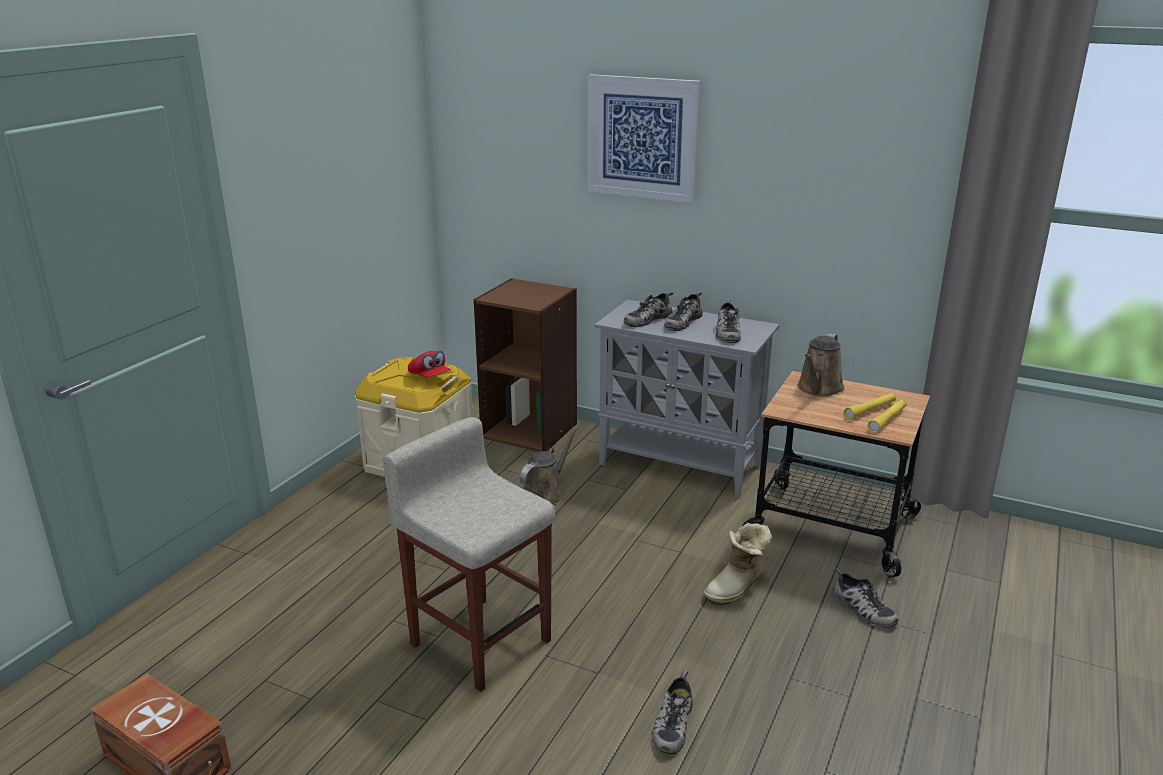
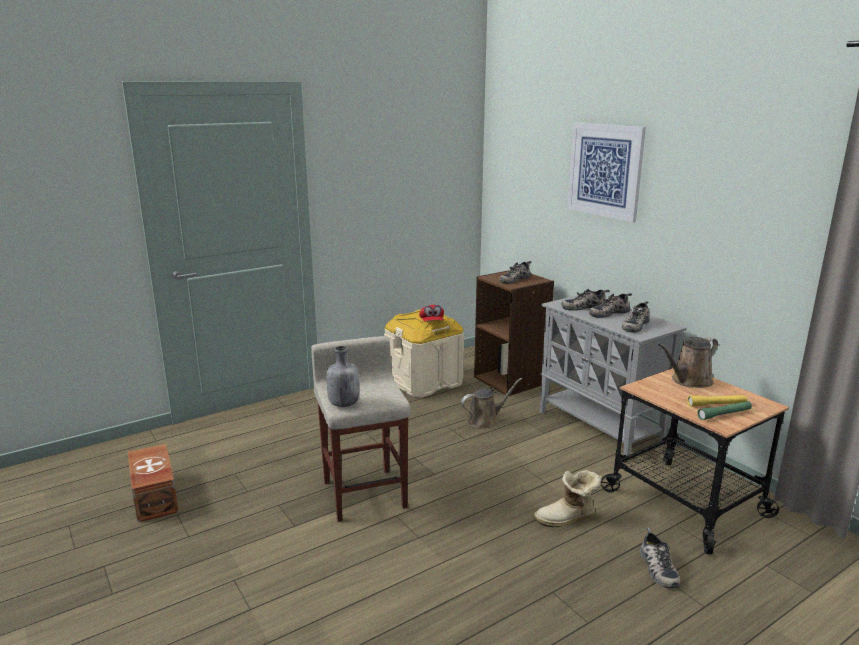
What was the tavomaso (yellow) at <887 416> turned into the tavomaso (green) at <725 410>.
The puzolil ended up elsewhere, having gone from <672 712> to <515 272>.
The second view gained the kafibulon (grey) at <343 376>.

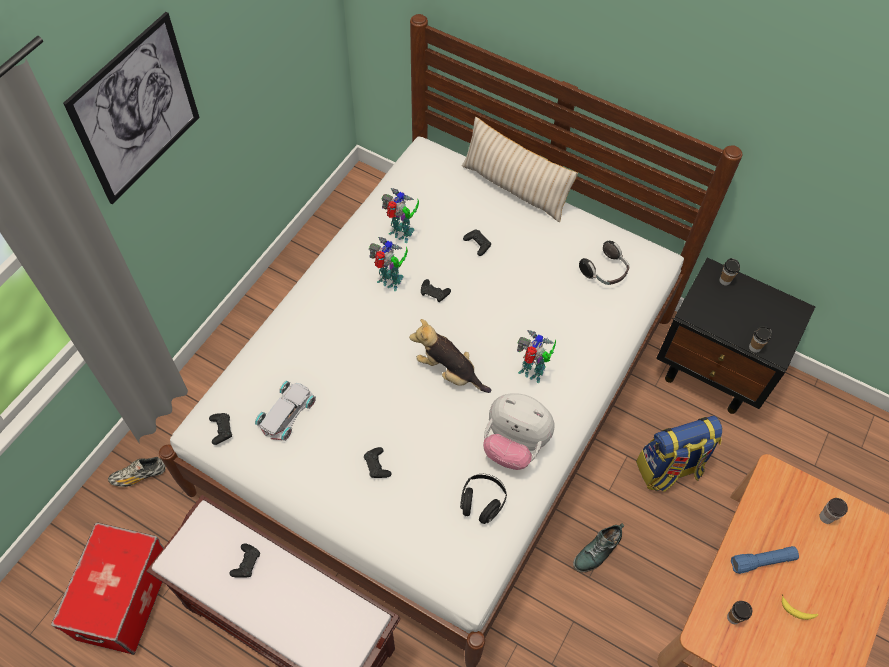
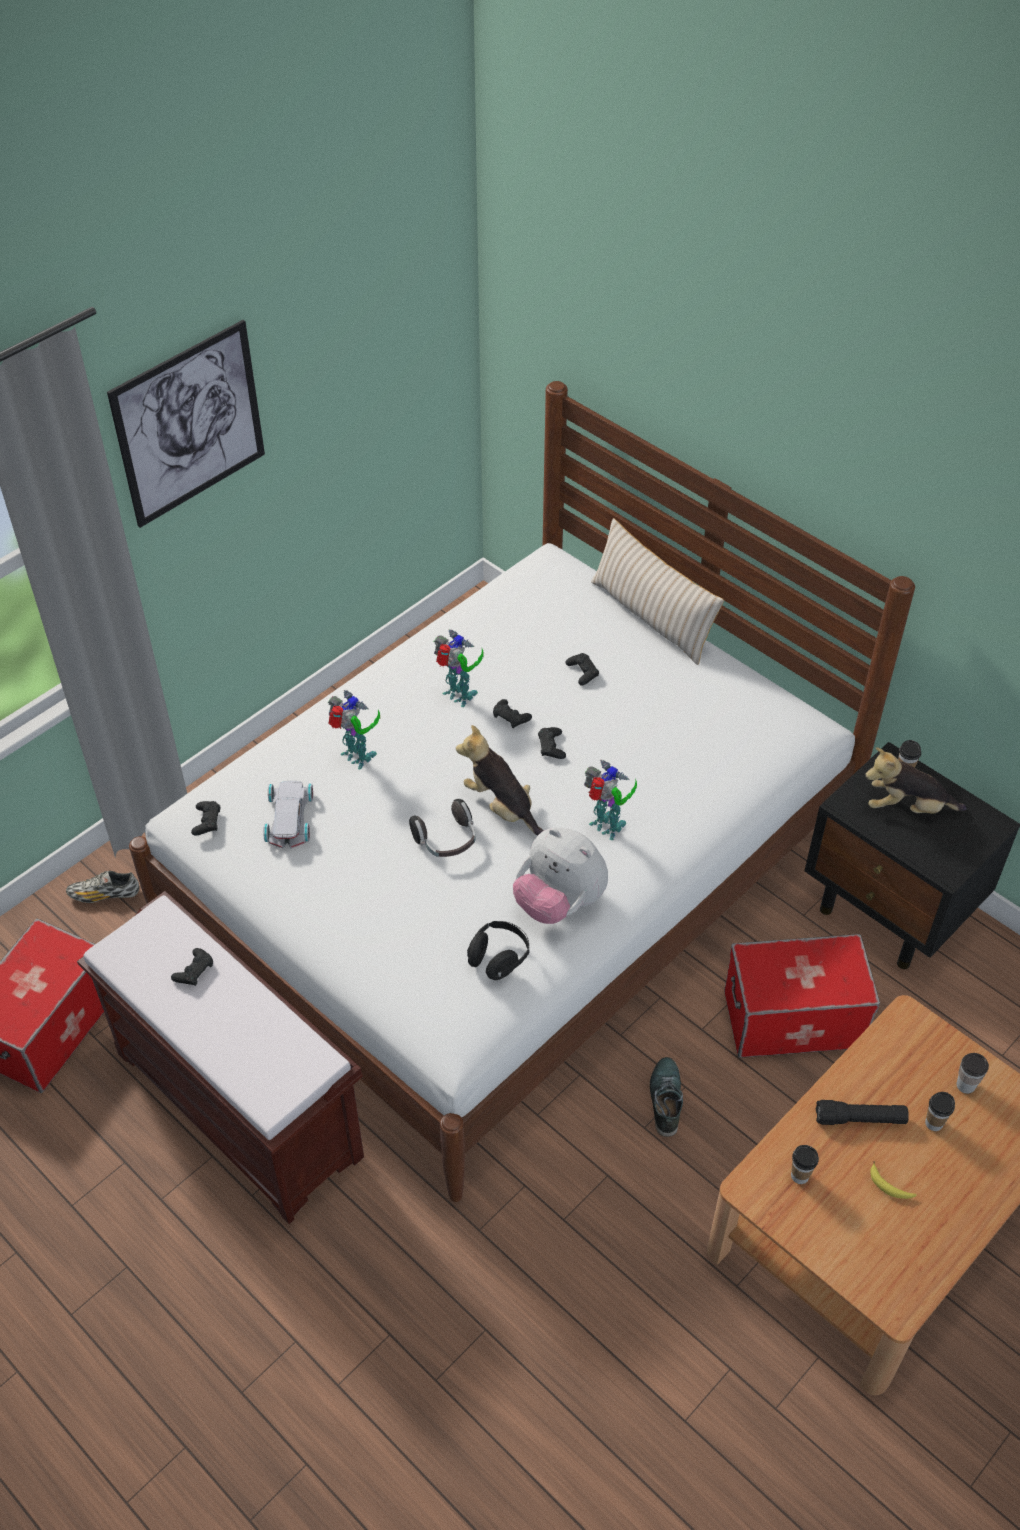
The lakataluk ended up elsewhere, having gone from <400 215> to <354 730>.
The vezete ended up elsewhere, having gone from <604 263> to <442 828>.
The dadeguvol ended up elsewhere, having gone from <760 339> to <940 1111>.
The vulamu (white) at <285 411> ended up facing another way, 45 degrees counterclockwise from before.
Where the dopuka stood at <679 454>, the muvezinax came to stand at <802 996>.
The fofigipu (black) ended up elsewhere, having gone from <377 462> to <552 743>.
The puzolil at <598 547> ended up facing another way, 120 degrees clockwise from before.
What was the tavomaso (blue) at <765 560> turned into the tavomaso (black) at <862 1112>.
The second view gained the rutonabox at <915 781>.

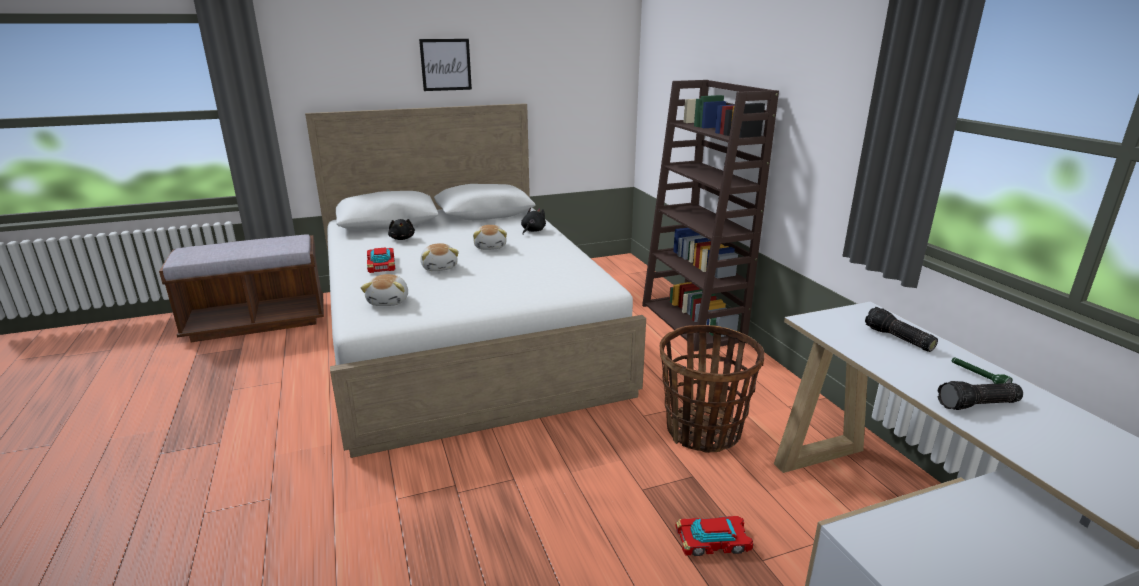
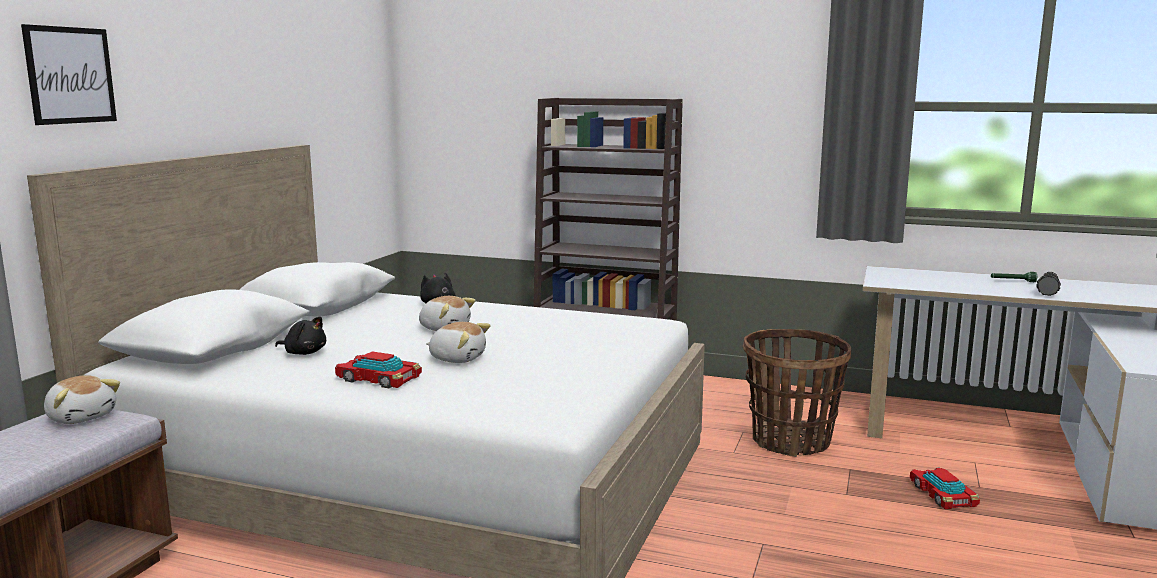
The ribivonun ended up elsewhere, having gone from <445 65> to <69 74>.
The rutonabox ended up elsewhere, having gone from <384 290> to <82 399>.
The second view lost the tavomaso at <901 329>.
The vulamu at <715 536> ended up facing another way, 45 degrees counterclockwise from before.

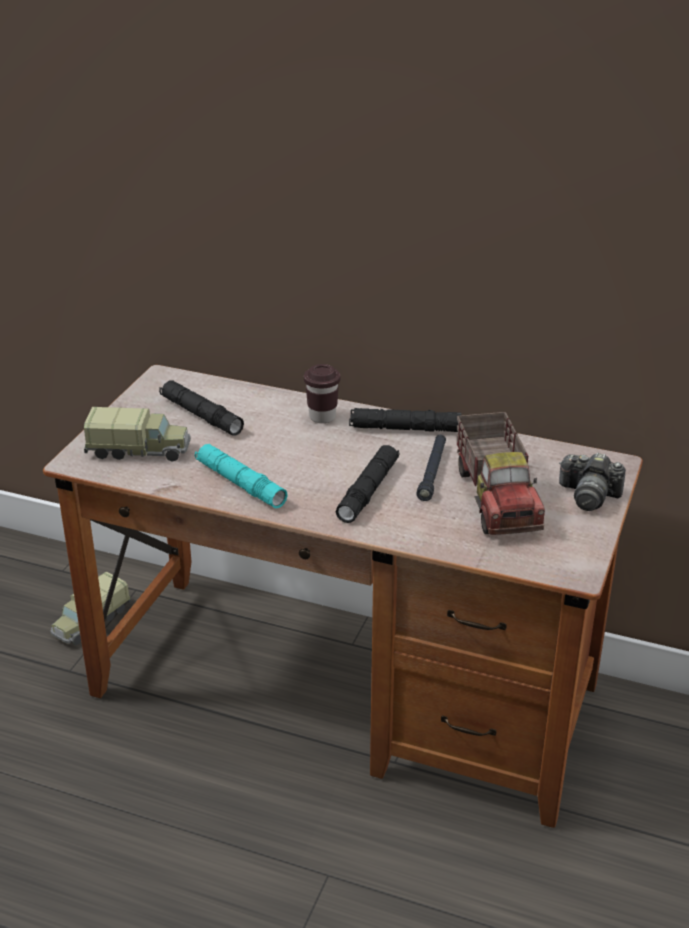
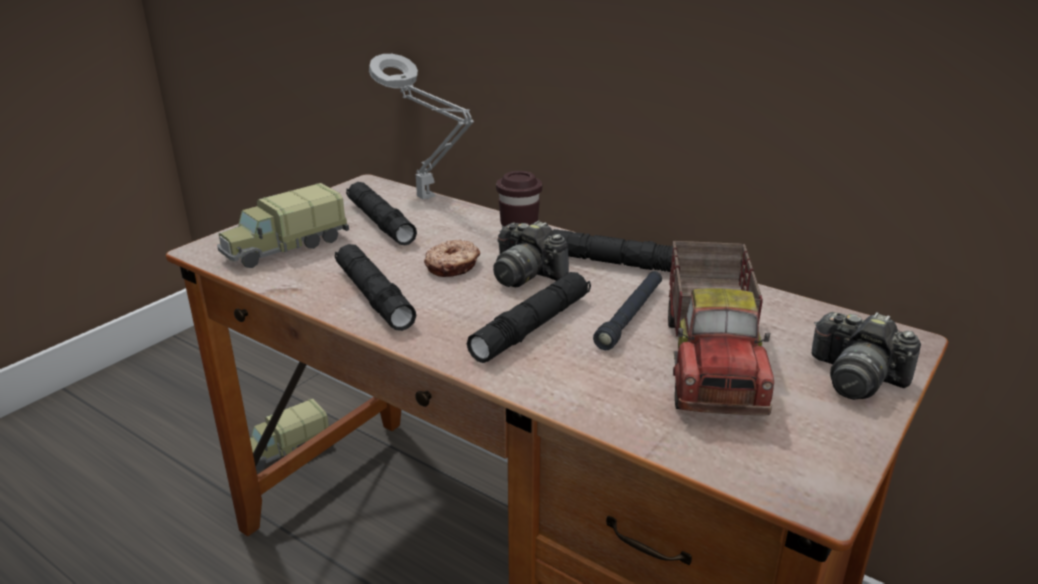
The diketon at <137 434> ended up facing another way, 120 degrees clockwise from before.
What was the tavomaso (turquoise) at <241 476> turned into the tavomaso (black) at <375 287>.
The second view gained the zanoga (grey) at <421 126>.
The second view gained the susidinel at <531 254>.
The second view gained the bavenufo at <452 258>.

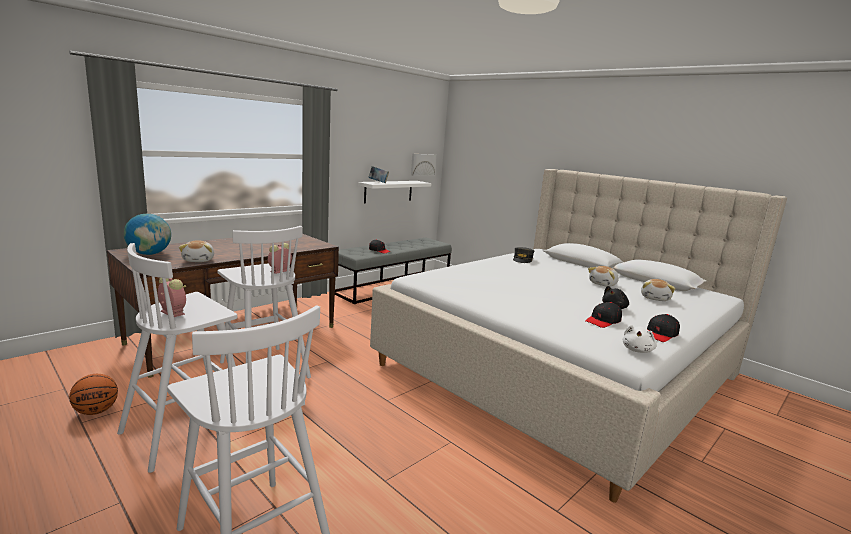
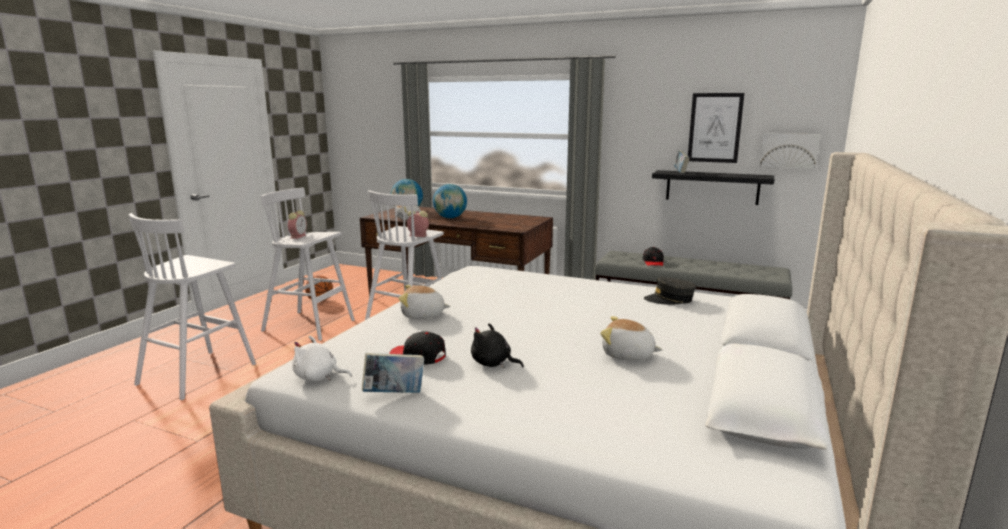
What was the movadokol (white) at <394 192> turned into the movadokol (black) at <713 187>.
The rutonabox ended up elsewhere, having gone from <658 290> to <424 302>.
Where the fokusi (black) stood at <663 328>, the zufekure came to stand at <393 373>.
The second view gained the ribivonun at <716 128>.
The second view gained the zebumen at <450 201>.

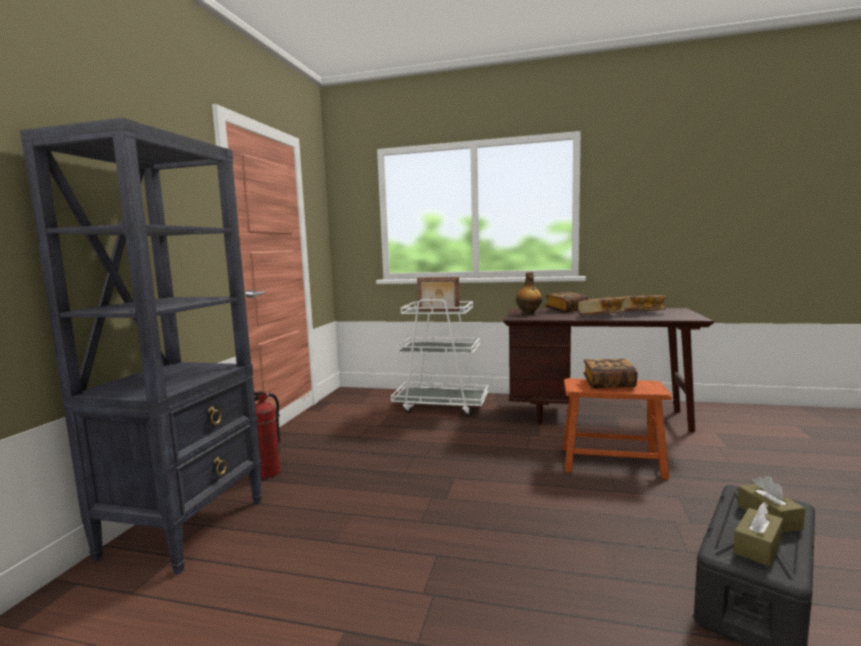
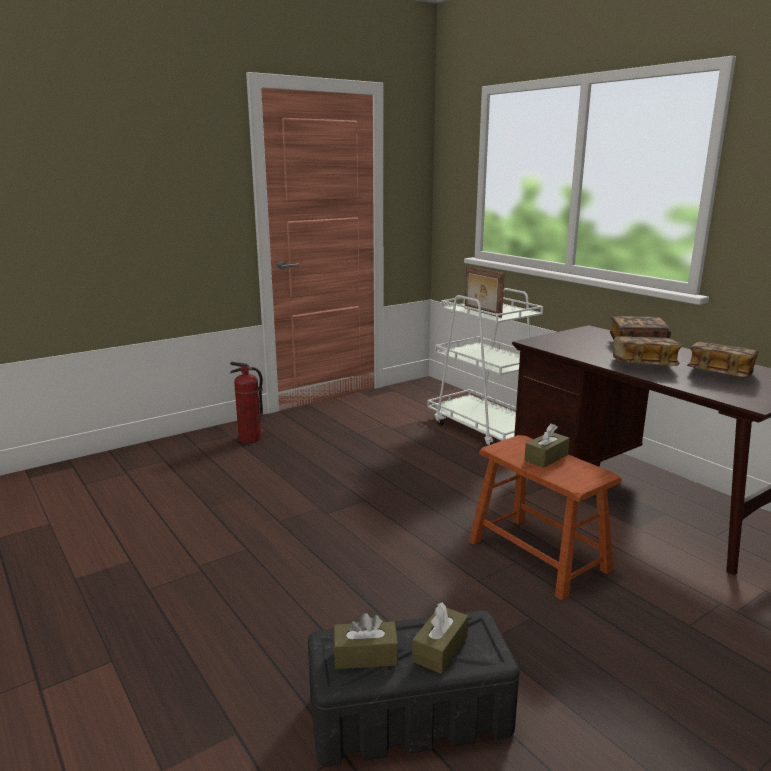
The second view lost the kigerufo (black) at <141 345>.
The second view lost the kafibulon at <529 293>.
Where the zufekure stood at <611 373>, the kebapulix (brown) came to stand at <547 446>.

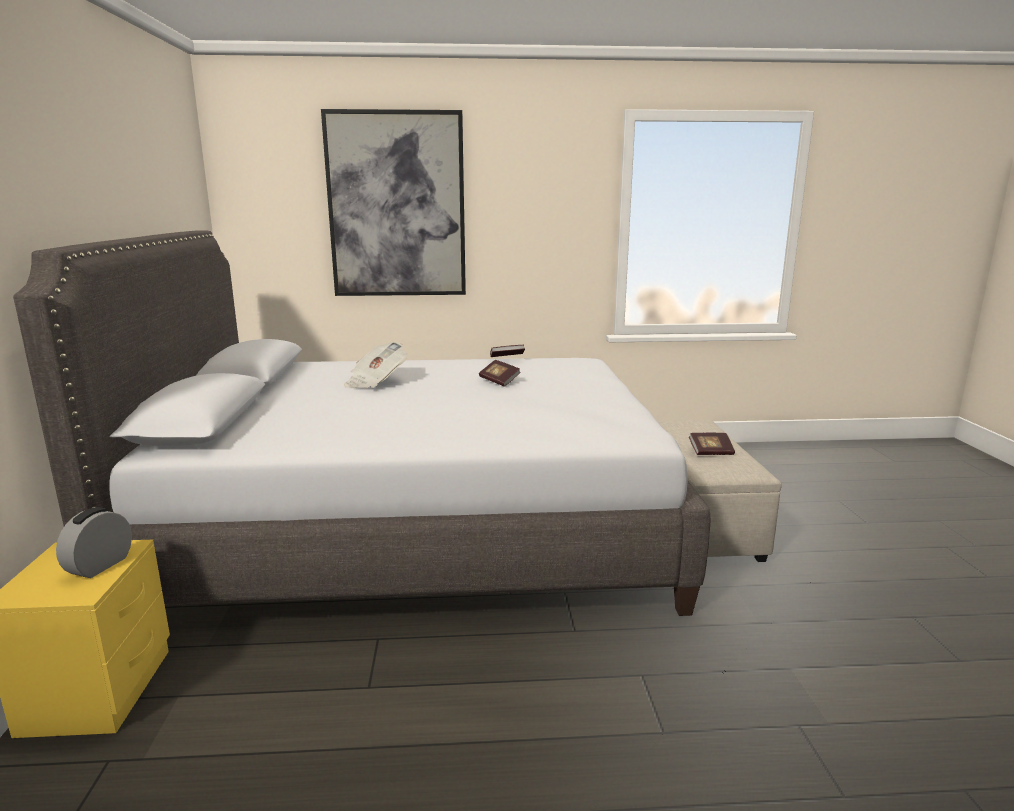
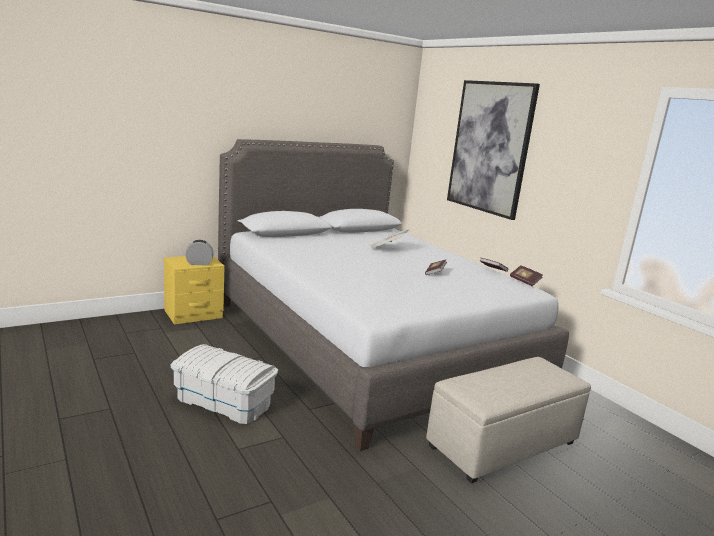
The zufekure ended up elsewhere, having gone from <712 444> to <526 275>.
The second view gained the muvezinax (white) at <224 384>.

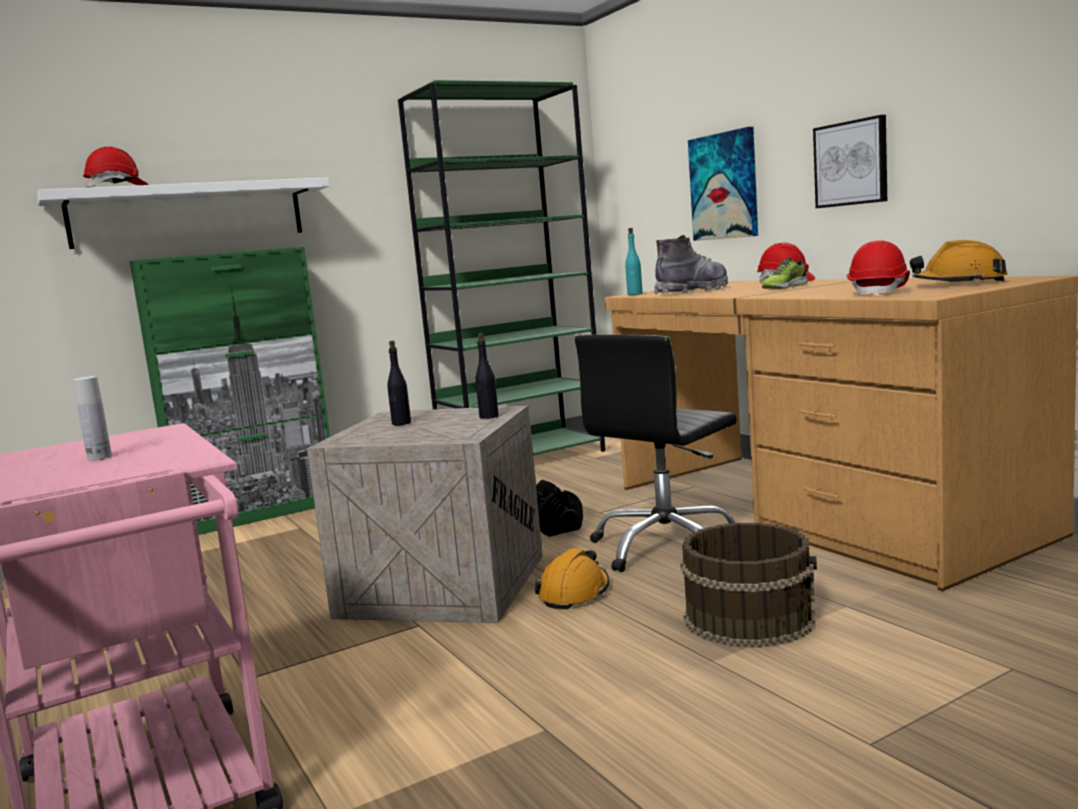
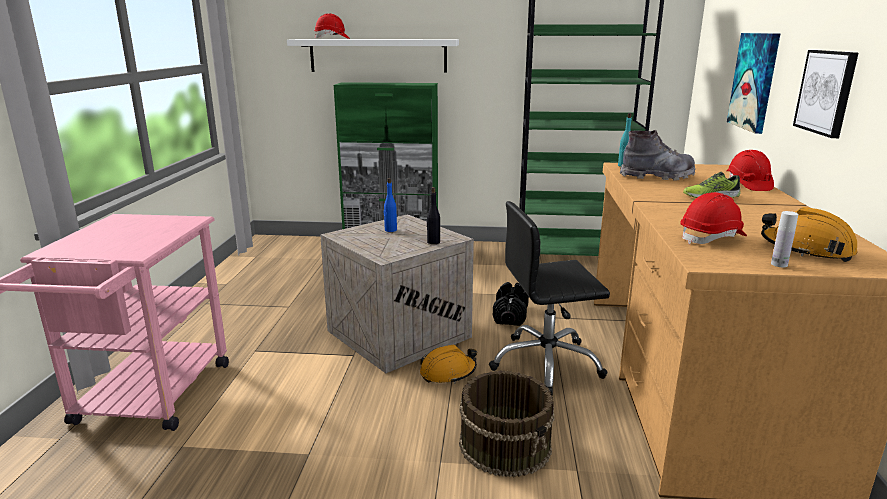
What was the kafibulon (black) at <399 383> turned into the kafibulon (blue) at <390 205>.
The kafibulon (white) ended up elsewhere, having gone from <92 418> to <784 239>.

